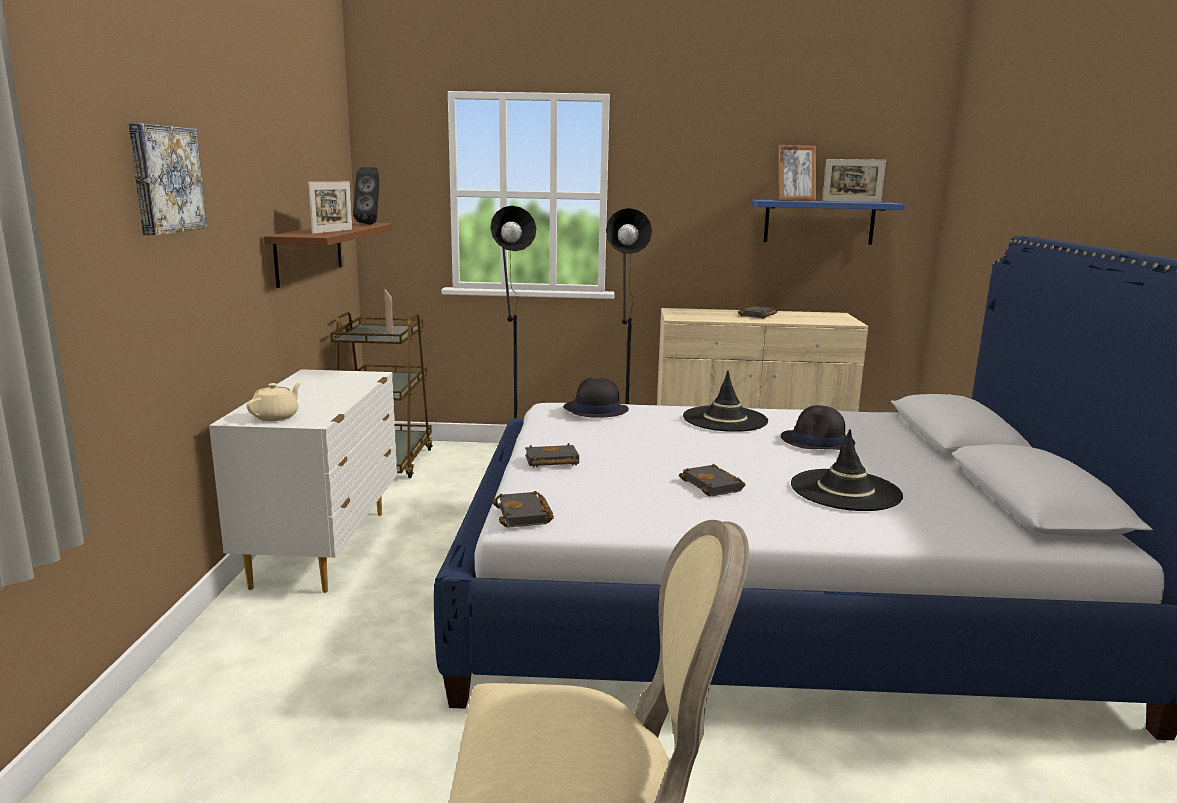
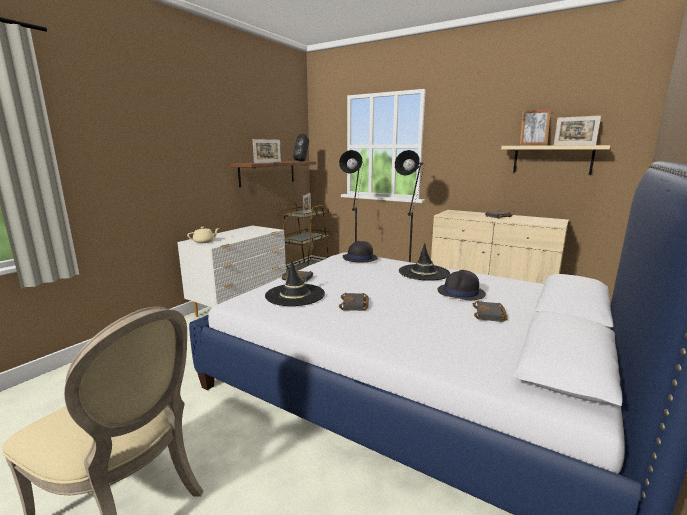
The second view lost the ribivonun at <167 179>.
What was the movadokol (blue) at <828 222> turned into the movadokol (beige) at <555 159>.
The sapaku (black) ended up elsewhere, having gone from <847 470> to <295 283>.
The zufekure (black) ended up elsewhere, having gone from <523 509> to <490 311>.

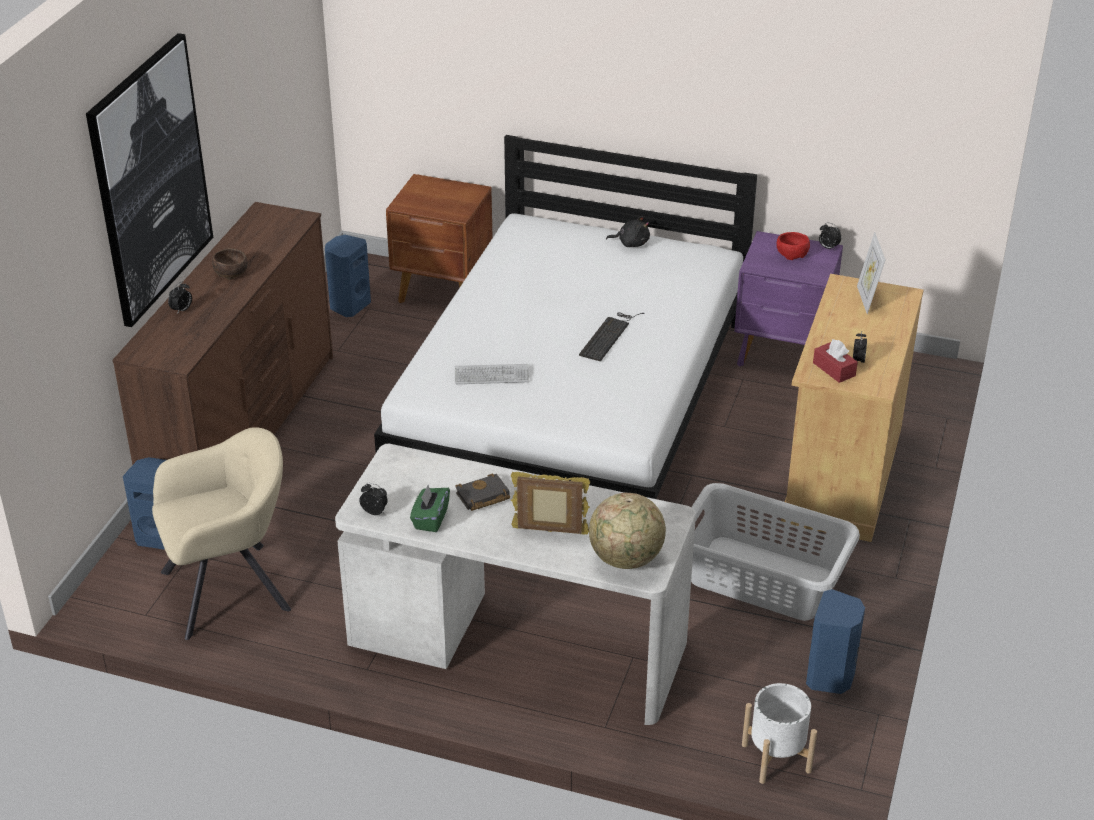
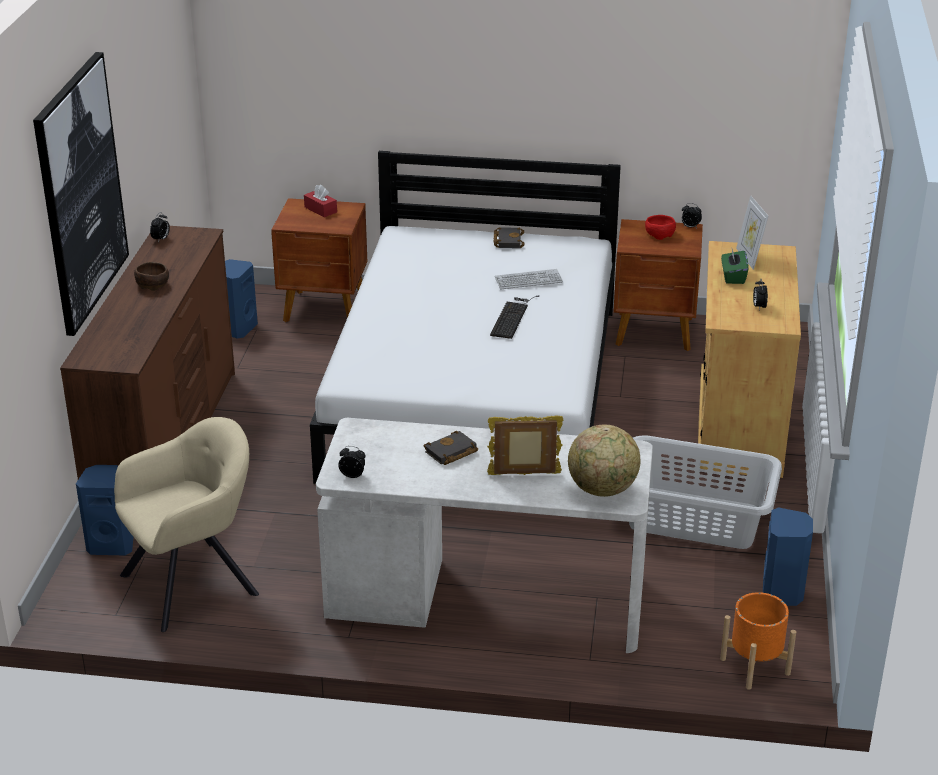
Where the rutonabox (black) stood at <628 231>, the zufekure (black) came to stand at <509 237>.
What was the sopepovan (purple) at <789 298> turned into the sopepovan (brown) at <658 285>.
The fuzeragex ended up elsewhere, having gone from <180 298> to <160 227>.
The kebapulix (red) ended up elsewhere, having gone from <835 361> to <320 201>.
The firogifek ended up elsewhere, having gone from <492 374> to <529 279>.
The kebapulix (green) ended up elsewhere, having gone from <430 508> to <734 266>.
What was the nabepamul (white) at <779 733> turned into the nabepamul (orange) at <758 641>.

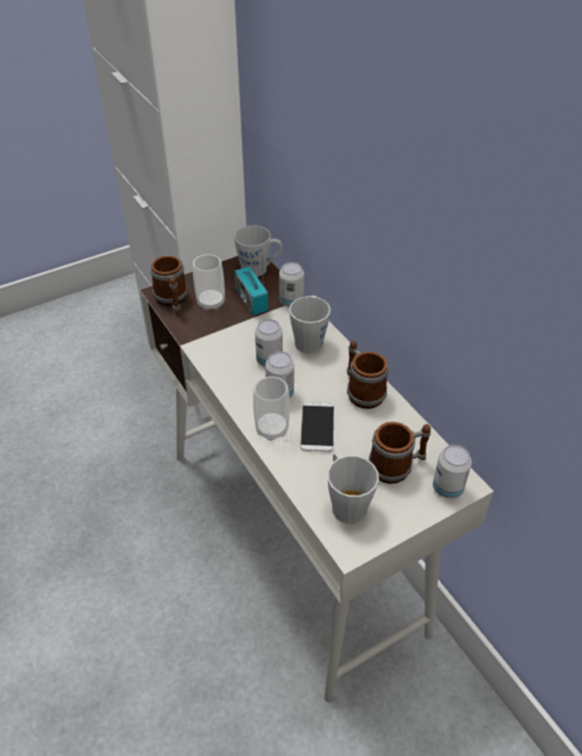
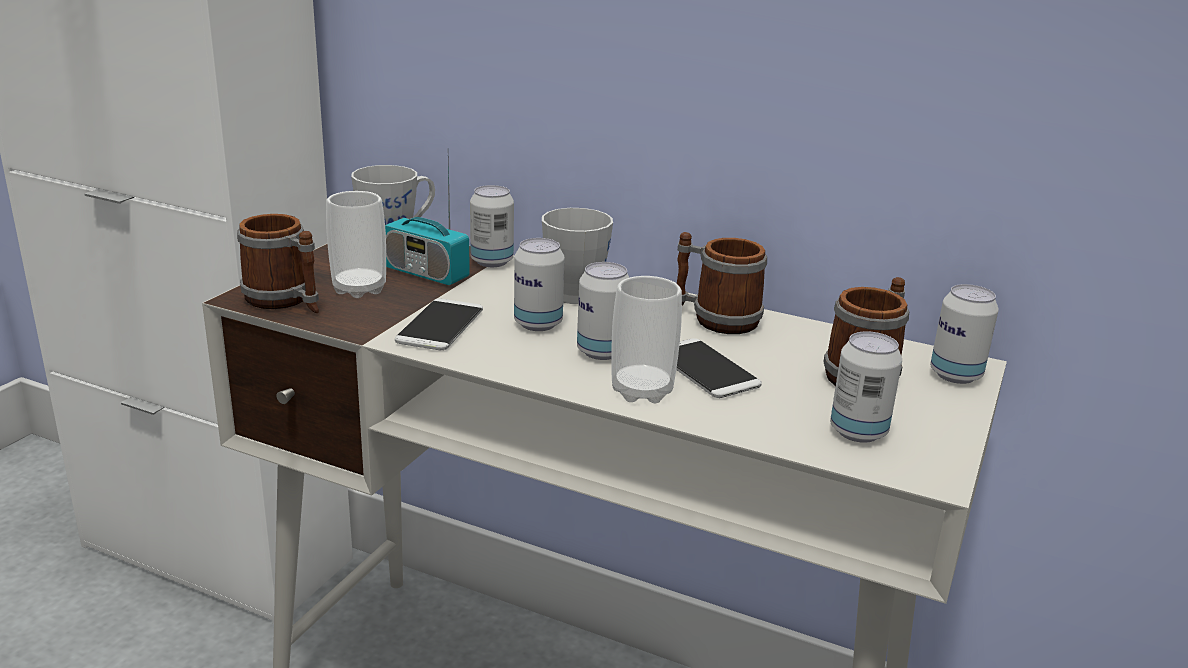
Where the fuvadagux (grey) stood at <353 488>, the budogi came to stand at <866 387>.
The second view gained the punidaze at <439 324>.

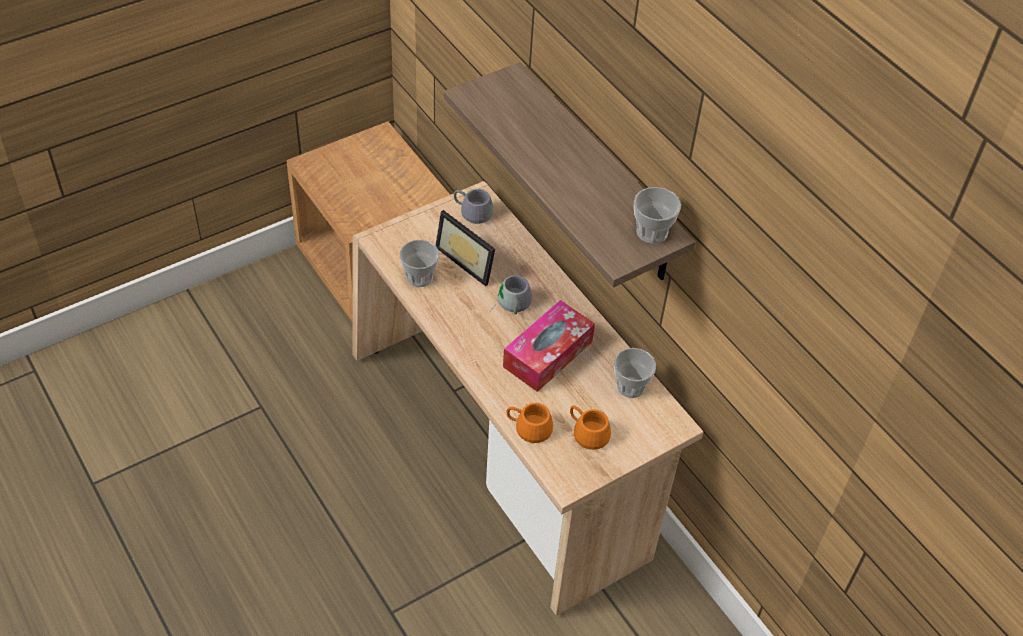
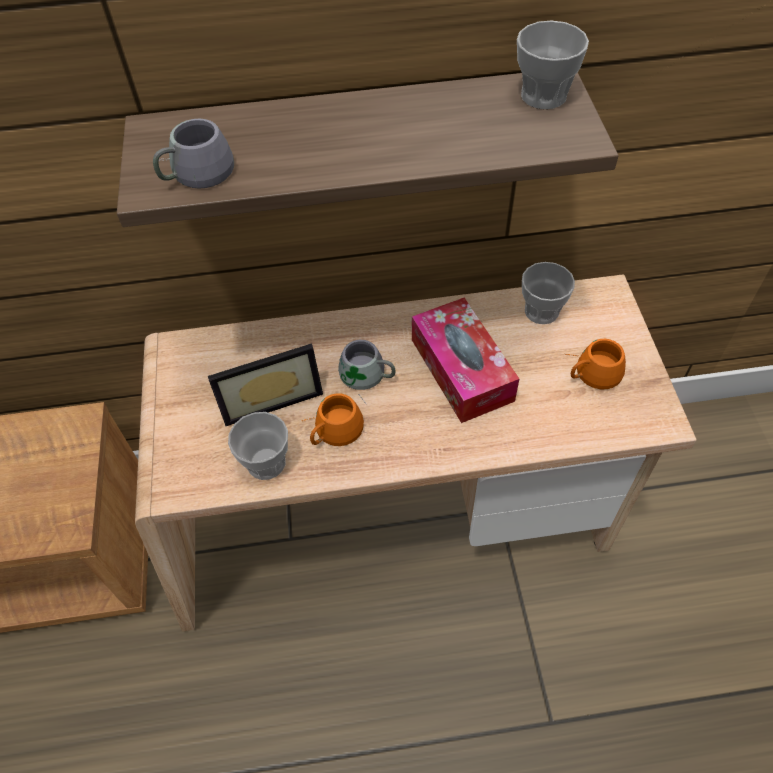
The fuvadagux (grey) ended up elsewhere, having gone from <474 206> to <193 154>.
The fuvadagux (orange) ended up elsewhere, having gone from <529 423> to <332 419>.

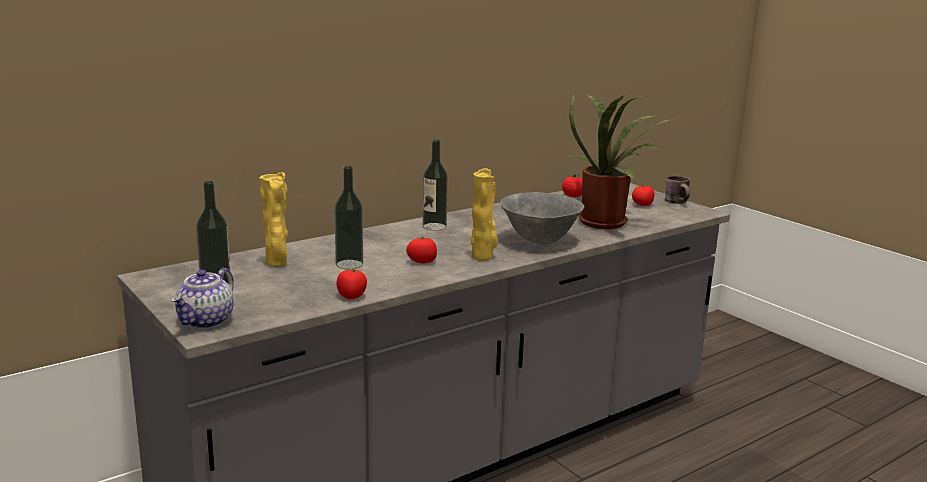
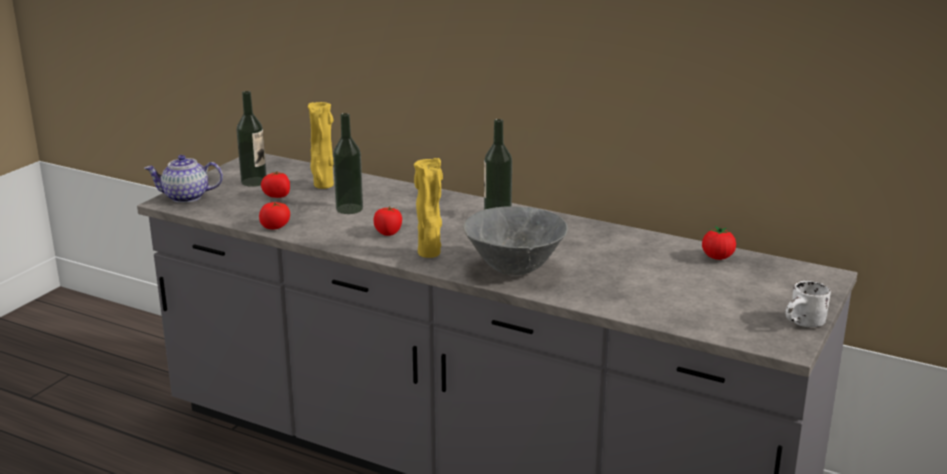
The second view lost the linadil at <619 159>.
What was the fuvadagux (brown) at <677 190> turned into the fuvadagux (white) at <808 304>.
The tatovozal ended up elsewhere, having gone from <643 195> to <275 184>.

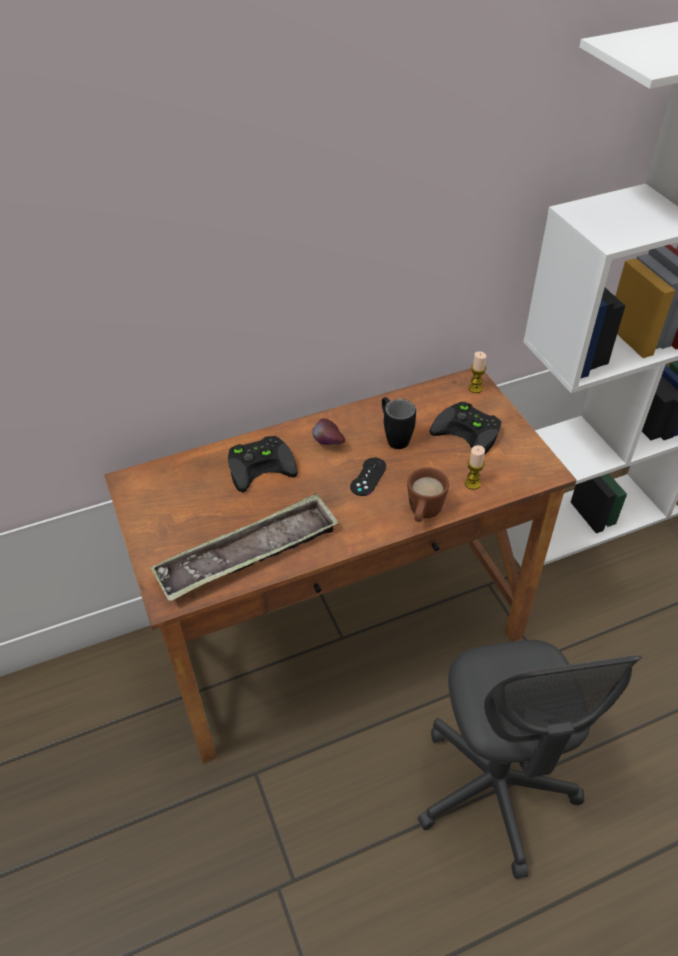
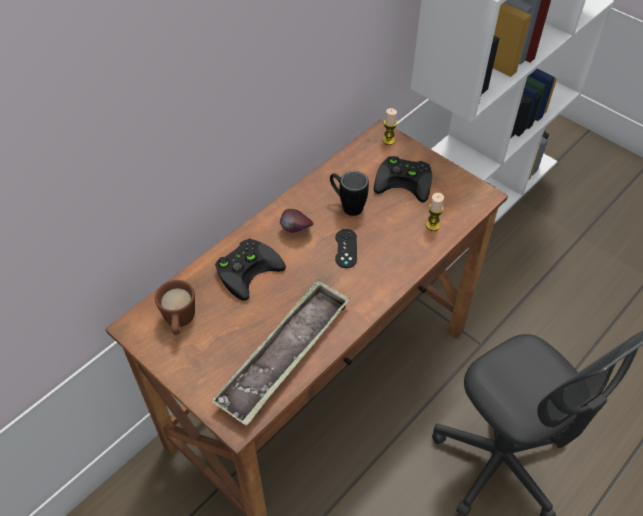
The fuvadagux (brown) ended up elsewhere, having gone from <428 494> to <175 307>.

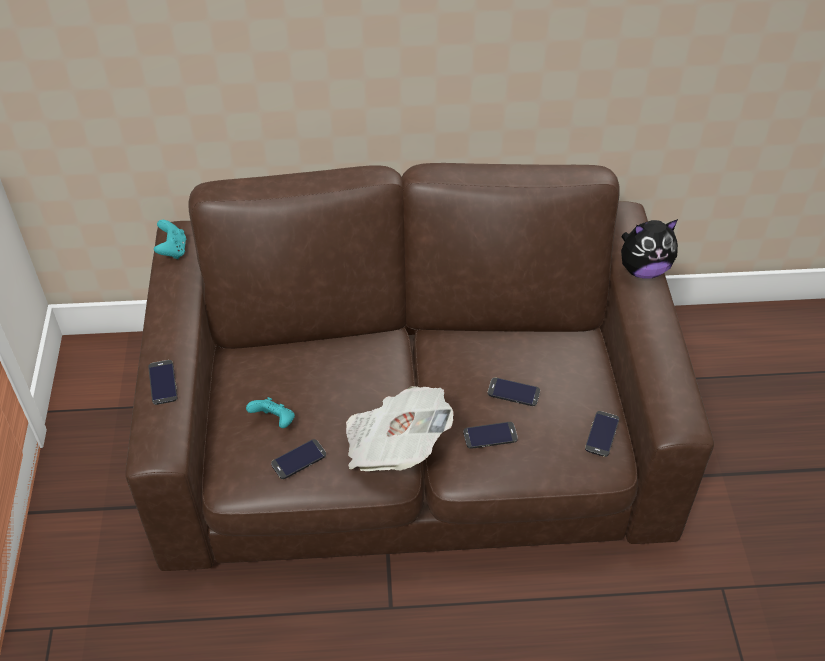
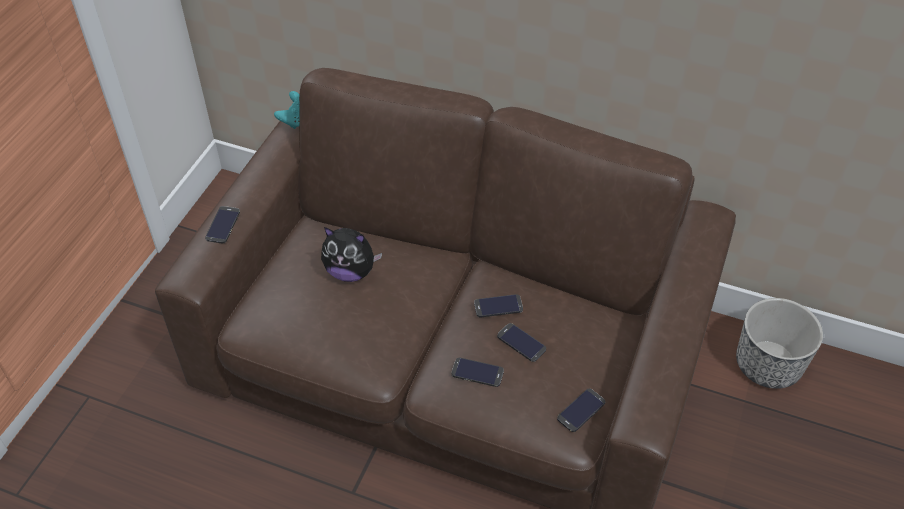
The rutonabox ended up elsewhere, having gone from <649 249> to <351 254>.
The second view lost the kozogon at <400 428>.
The second view lost the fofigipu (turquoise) at <270 412>.
The punidaze ended up elsewhere, having gone from <298 459> to <498 305>.
The second view gained the nabepamul at <779 343>.

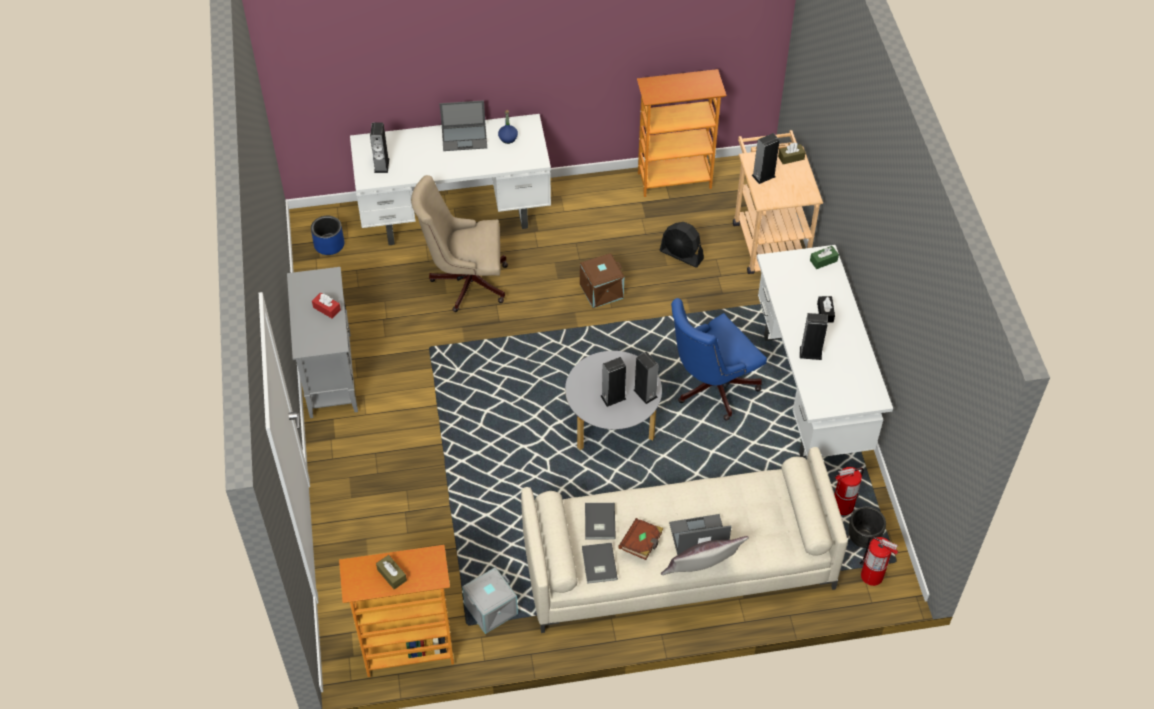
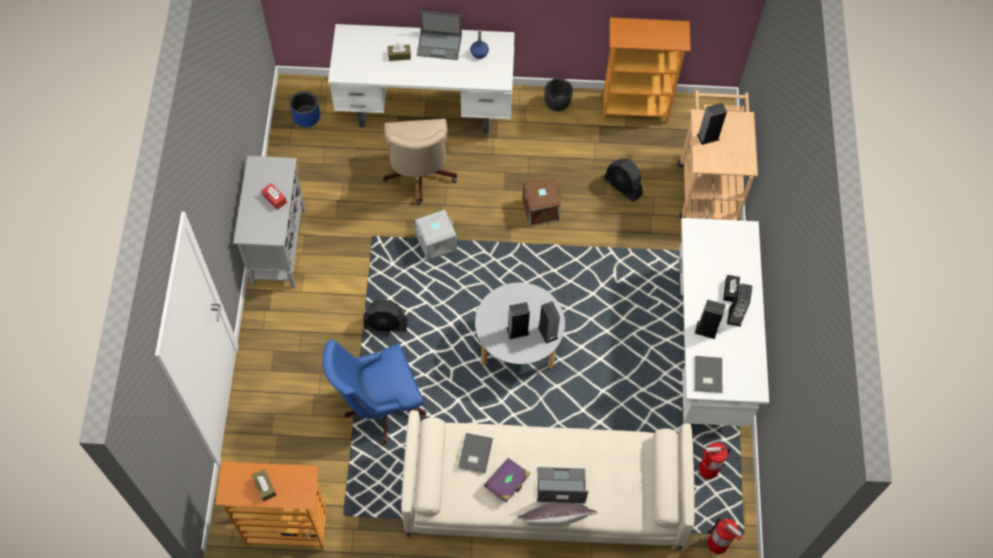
The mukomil ended up elsewhere, having gone from <380 147> to <740 305>.
The kebapulix (brown) ended up elsewhere, having gone from <792 153> to <399 52>.
The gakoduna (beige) at <459 243> ended up facing another way, 105 degrees counterclockwise from before.
The second view lost the kebapulix (green) at <824 257>.
The gakoduna (blue) ended up elsewhere, having gone from <719 359> to <374 392>.
The nabepamul (black) ended up elsewhere, having gone from <867 527> to <558 94>.
What was the zufekure (brown) at <641 539> turned into the zufekure (purple) at <507 480>.
The zufekure (grey) ended up elsewhere, having gone from <600 563> to <708 374>.
The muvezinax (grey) ended up elsewhere, having gone from <490 600> to <436 235>.
The second view gained the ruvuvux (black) at <386 316>.

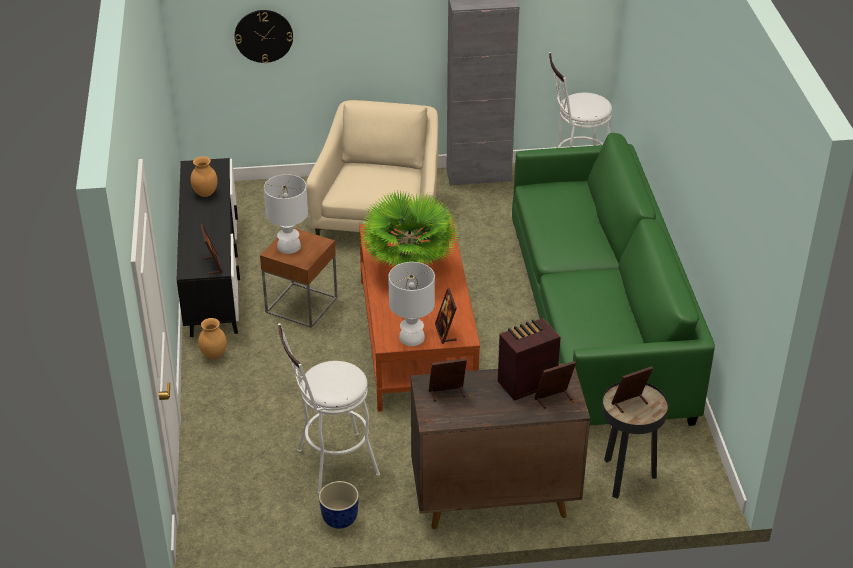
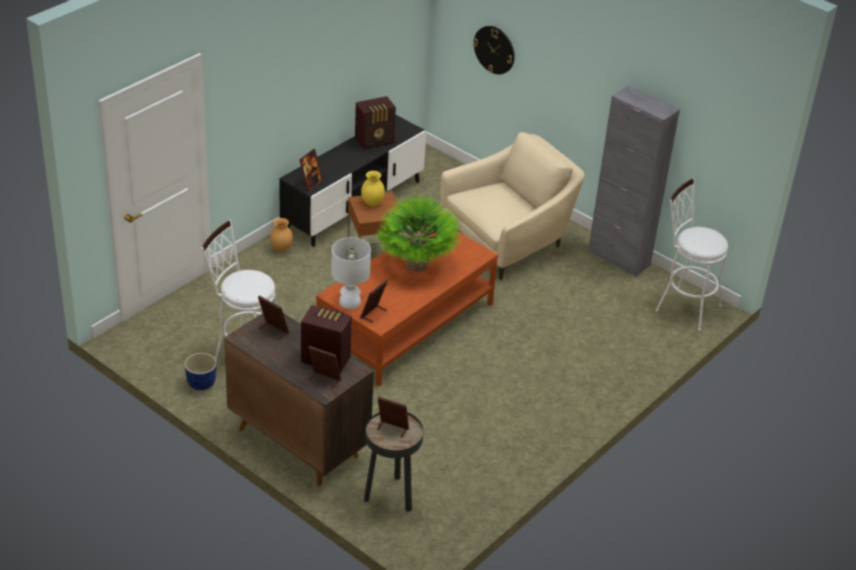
The second view lost the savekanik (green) at <613 279>.
Where the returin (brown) stood at <204 176>, the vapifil came to stand at <375 123>.
Where the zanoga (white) stood at <286 214>, the returin (yellow) came to stand at <373 188>.

